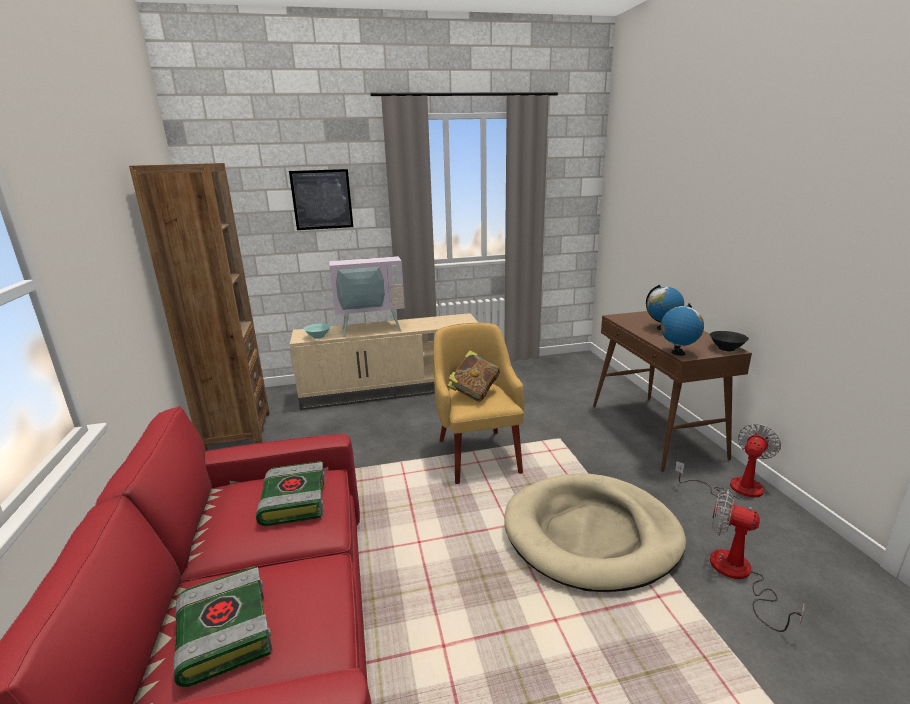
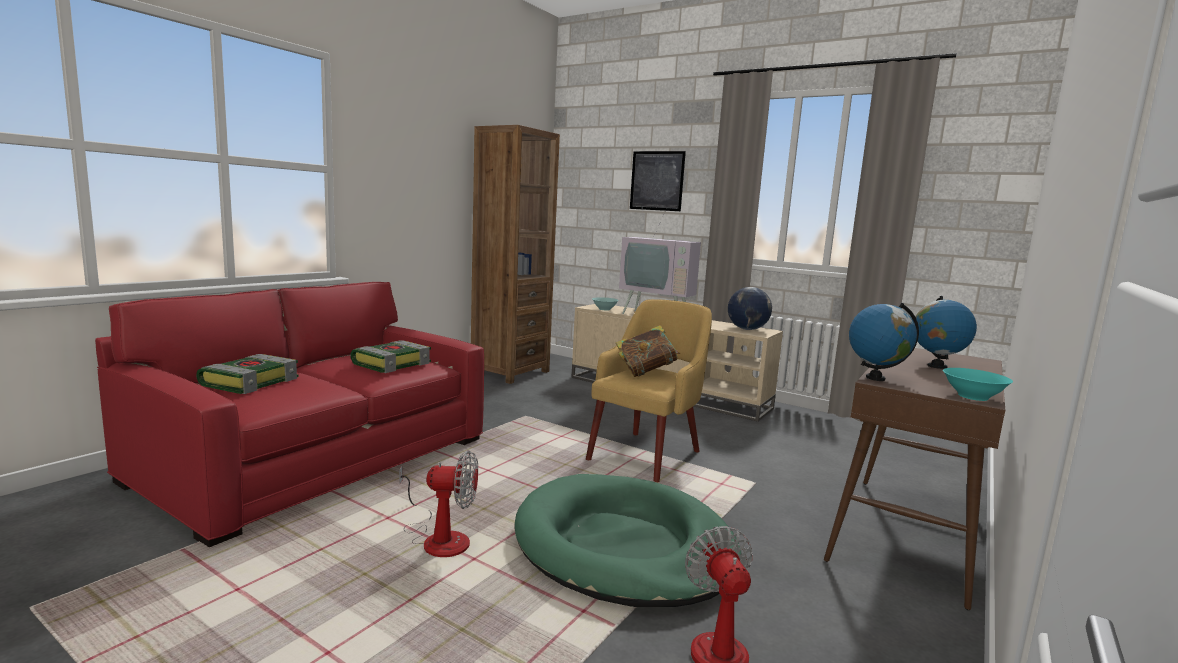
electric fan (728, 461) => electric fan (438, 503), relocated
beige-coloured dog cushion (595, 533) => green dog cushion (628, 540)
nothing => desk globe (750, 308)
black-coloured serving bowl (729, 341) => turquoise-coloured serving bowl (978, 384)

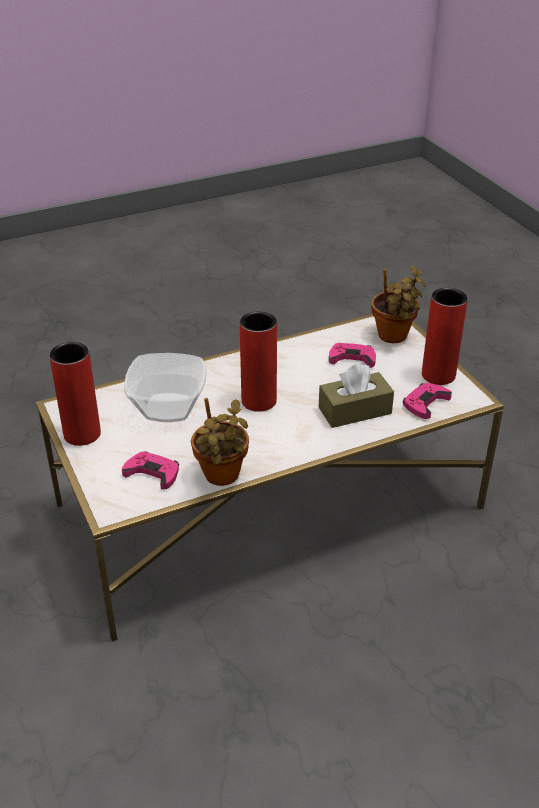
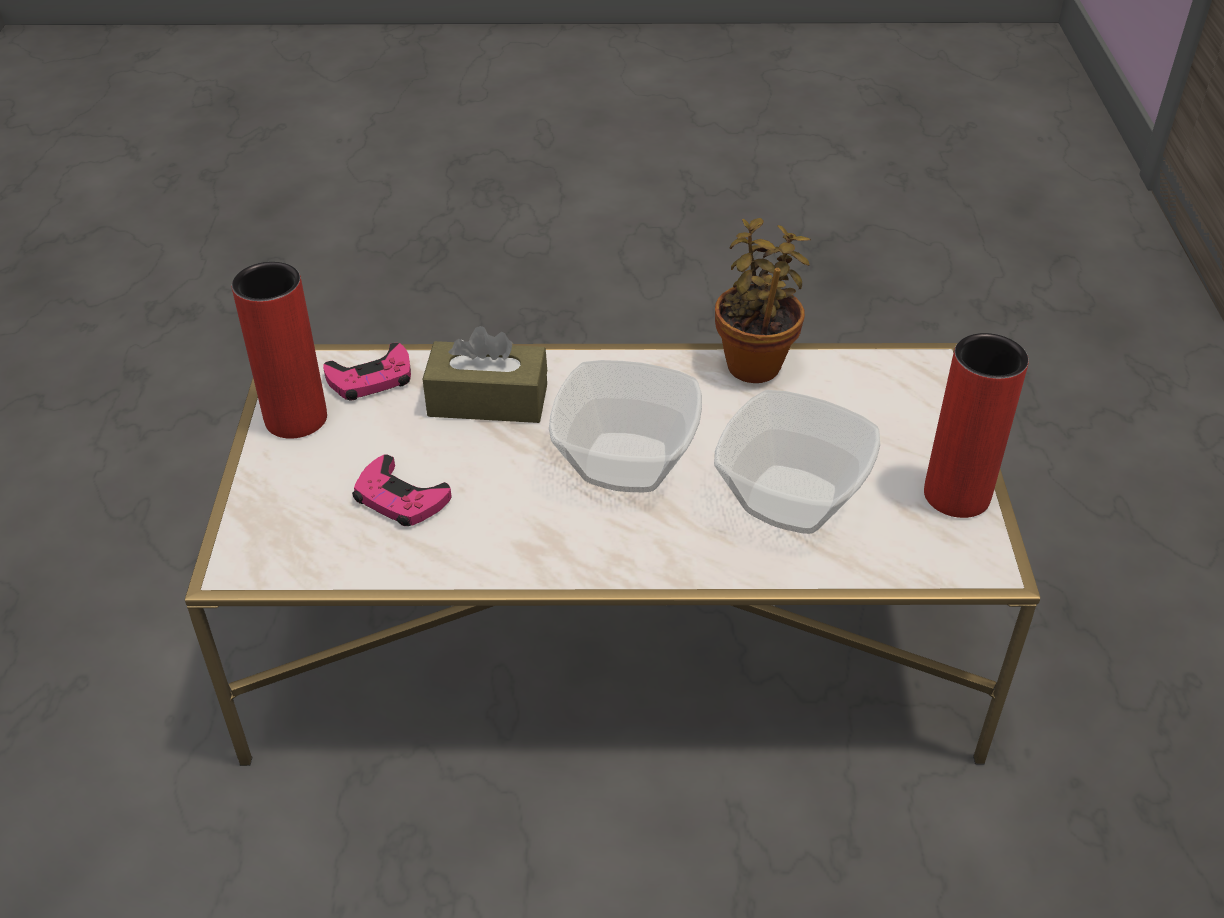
red vase (258, 361) => serving bowl (625, 426)
pink-coloured game controller (150, 470) => nothing
houseplant (398, 304) => nothing

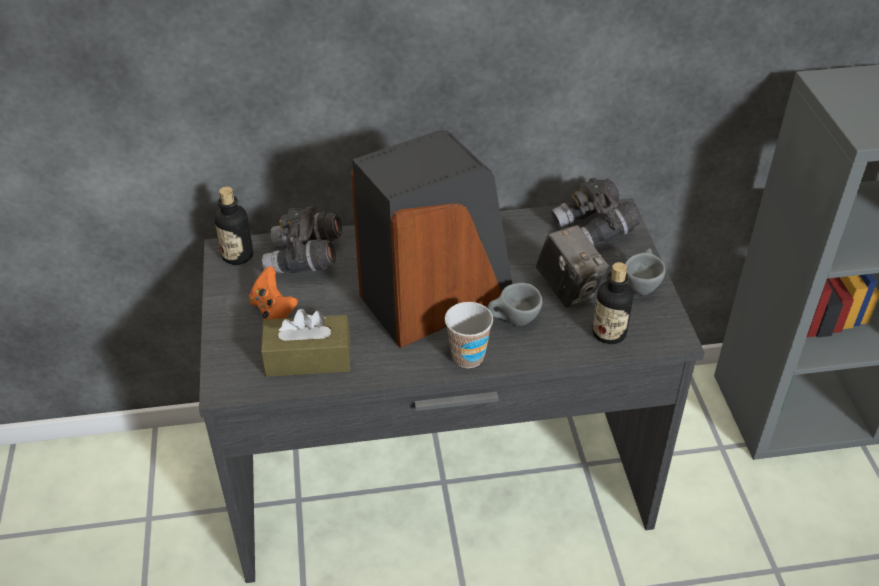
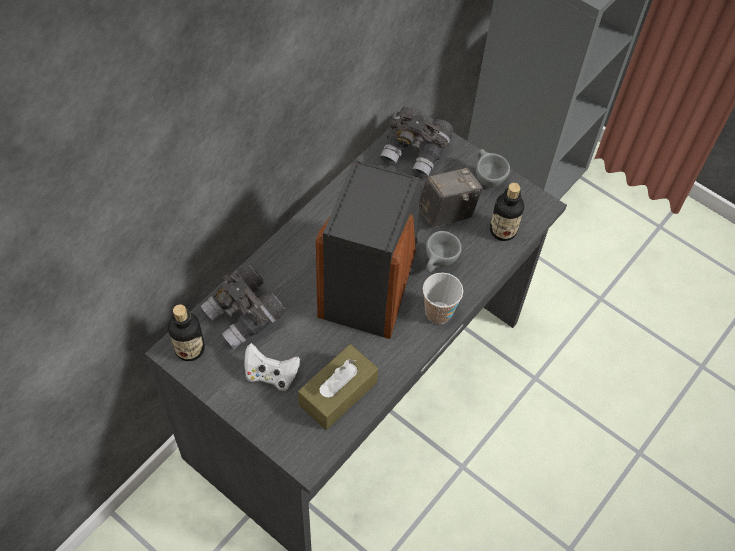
orangey game controller (273, 293) => white game controller (272, 367)
photo camera (572, 266) => photo camera (451, 197), 45 degrees counterclockwise

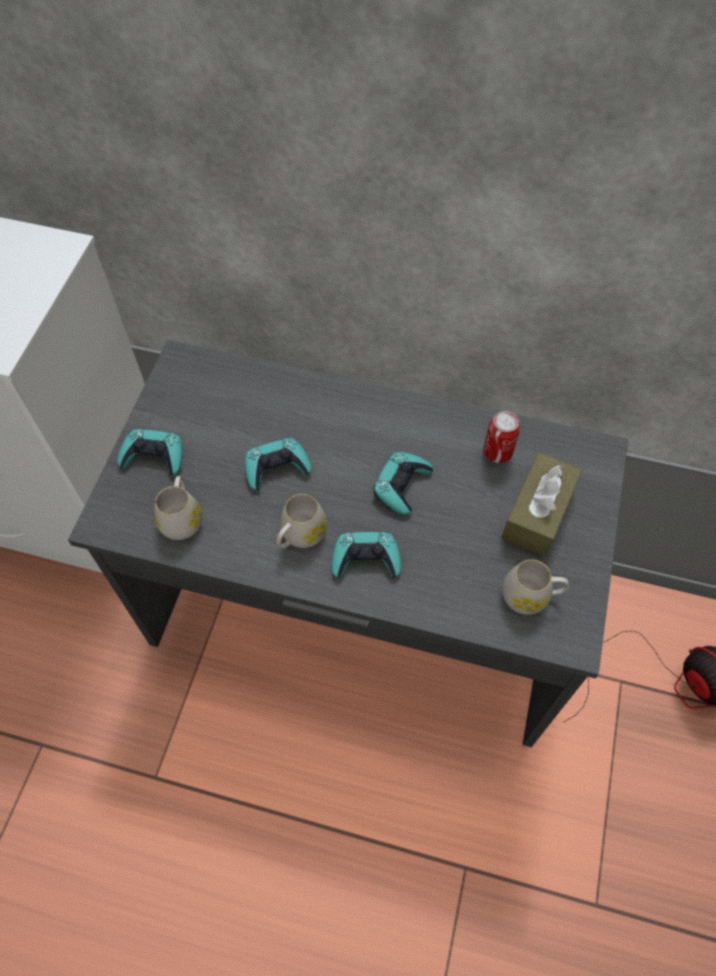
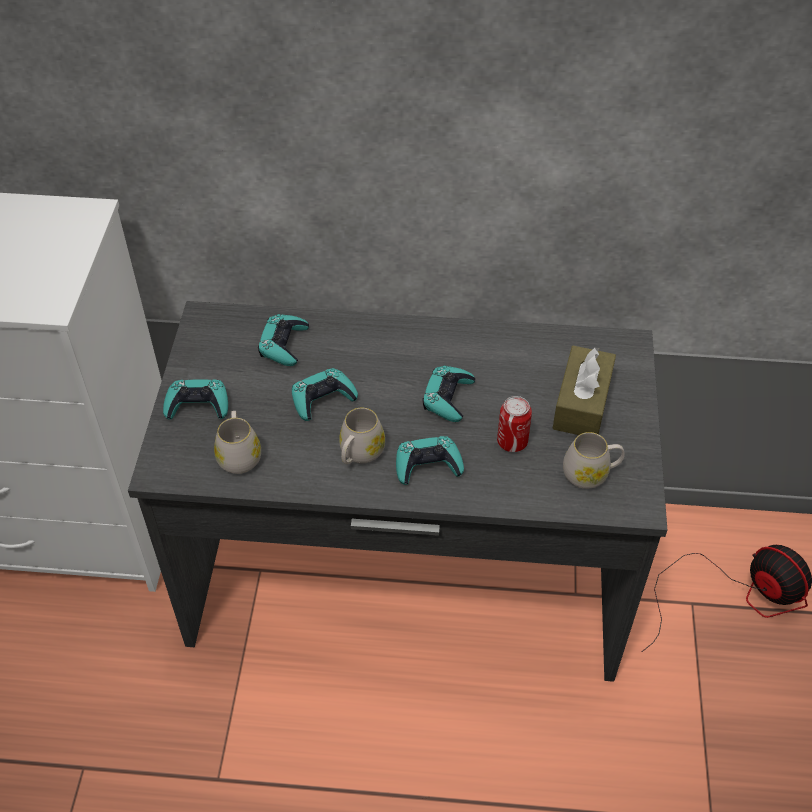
nothing => turquoise-coloured game controller (283, 340)
sealed can (501, 437) => sealed can (514, 424), relocated

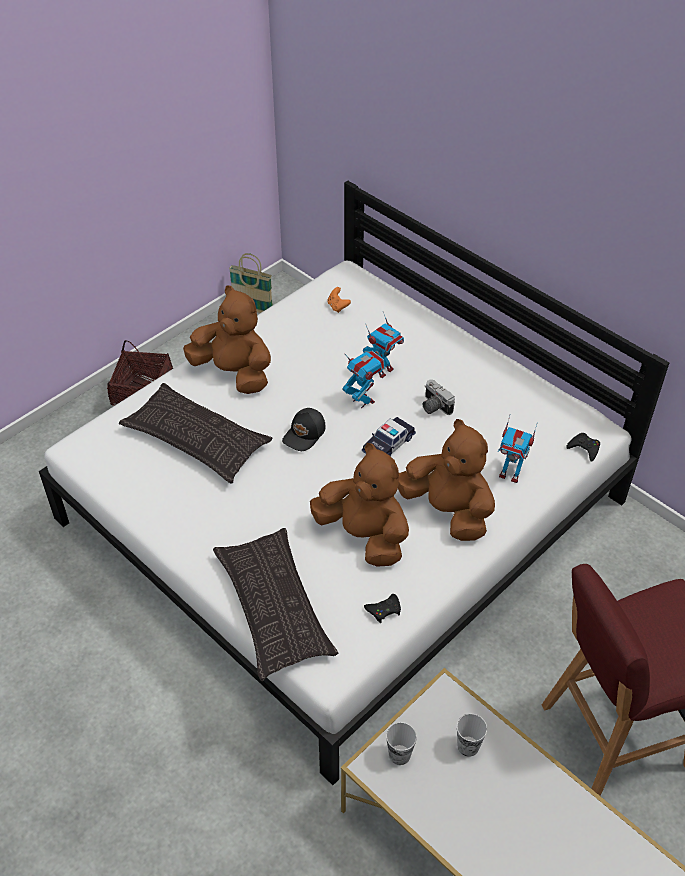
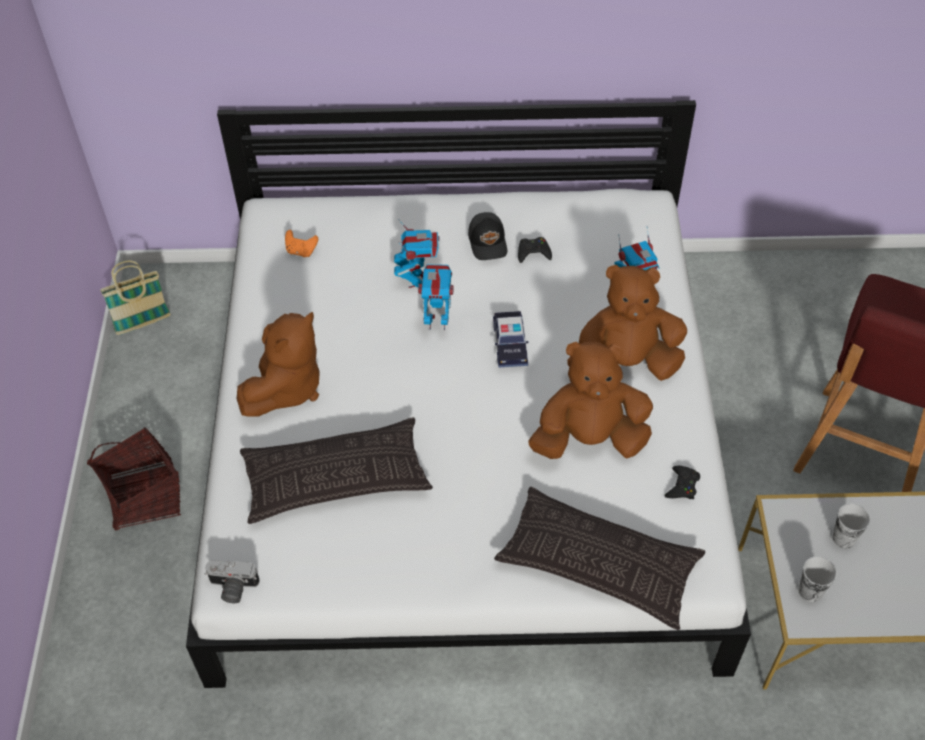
photo camera (438, 397) => photo camera (232, 581), relocated
brown-coloured cuddly toy (227, 339) => brown-coloured cuddly toy (278, 364), 135 degrees clockwise
black-coloured cap (304, 429) => black-coloured cap (487, 236), relocated
black-coloured game controller (583, 447) => black-coloured game controller (535, 250), relocated

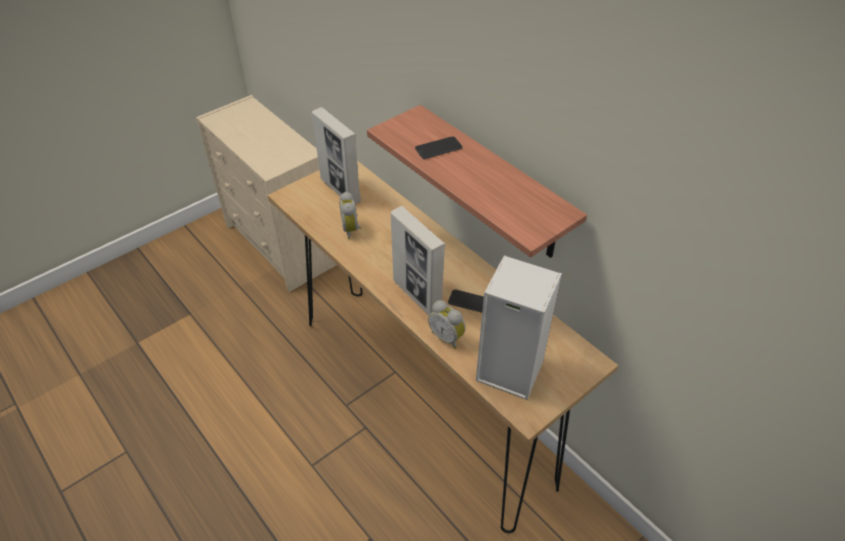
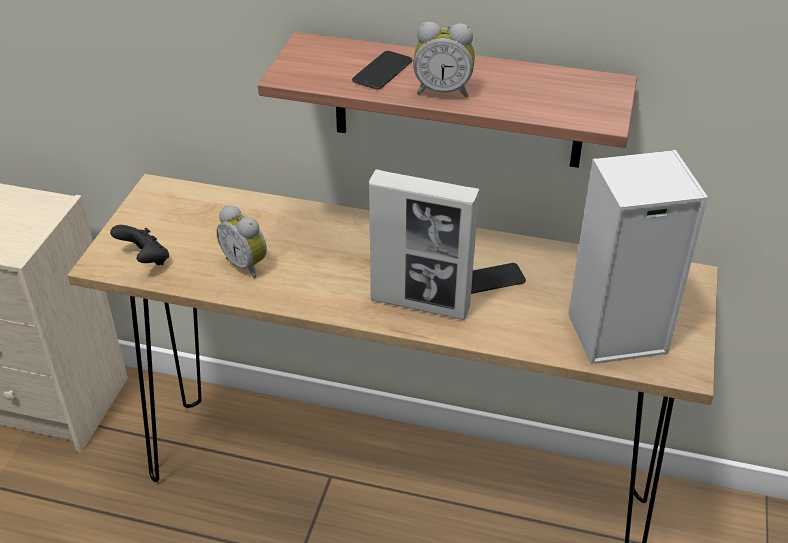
nothing => black-coloured game controller (139, 245)
table clock (447, 324) => table clock (444, 60), relocated
picture frame (336, 155) => nothing

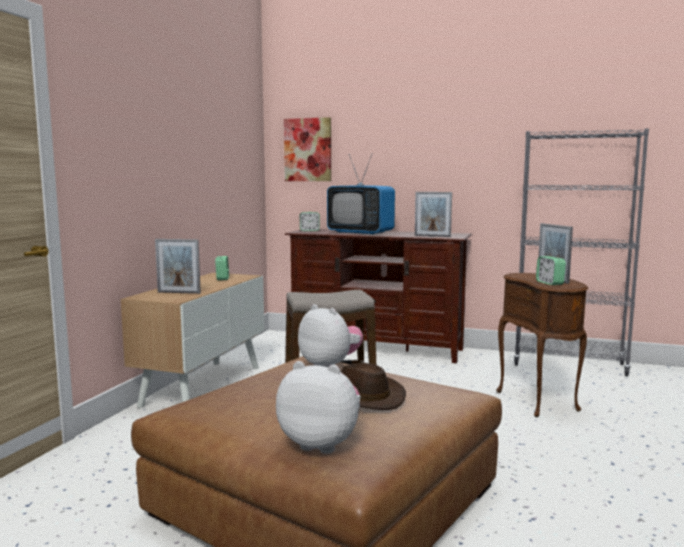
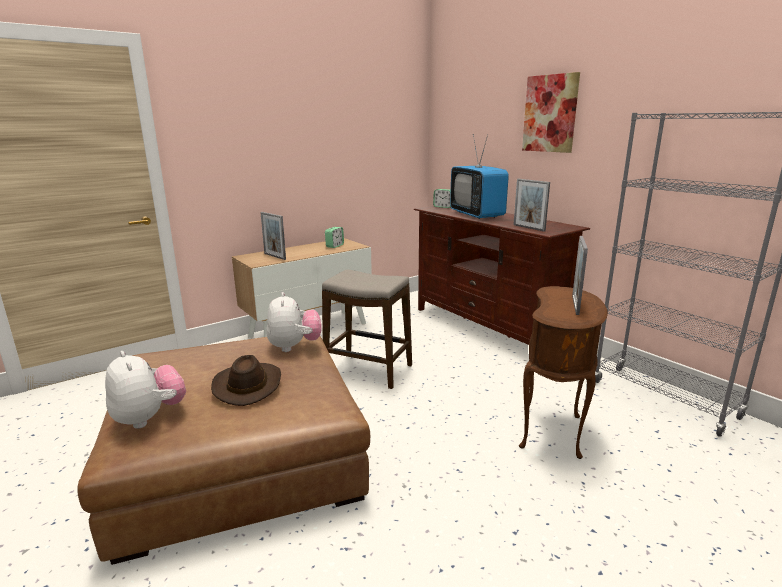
picture (307, 149) => picture (551, 112), relocated
table clock (551, 270) => nothing

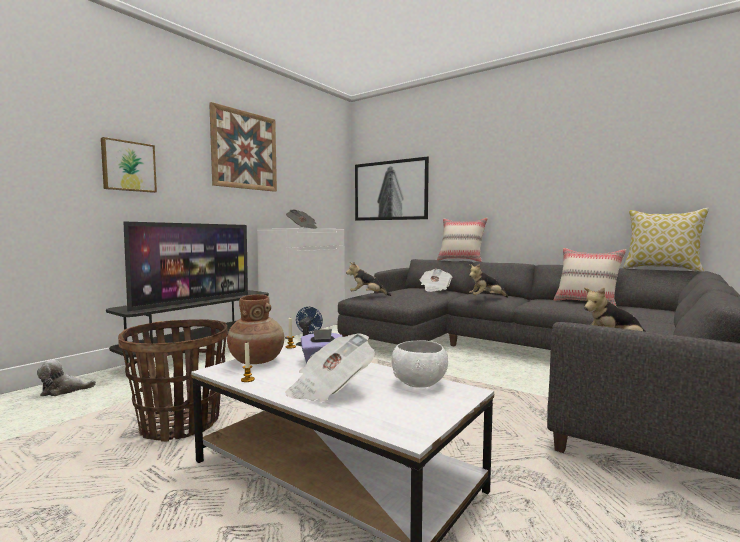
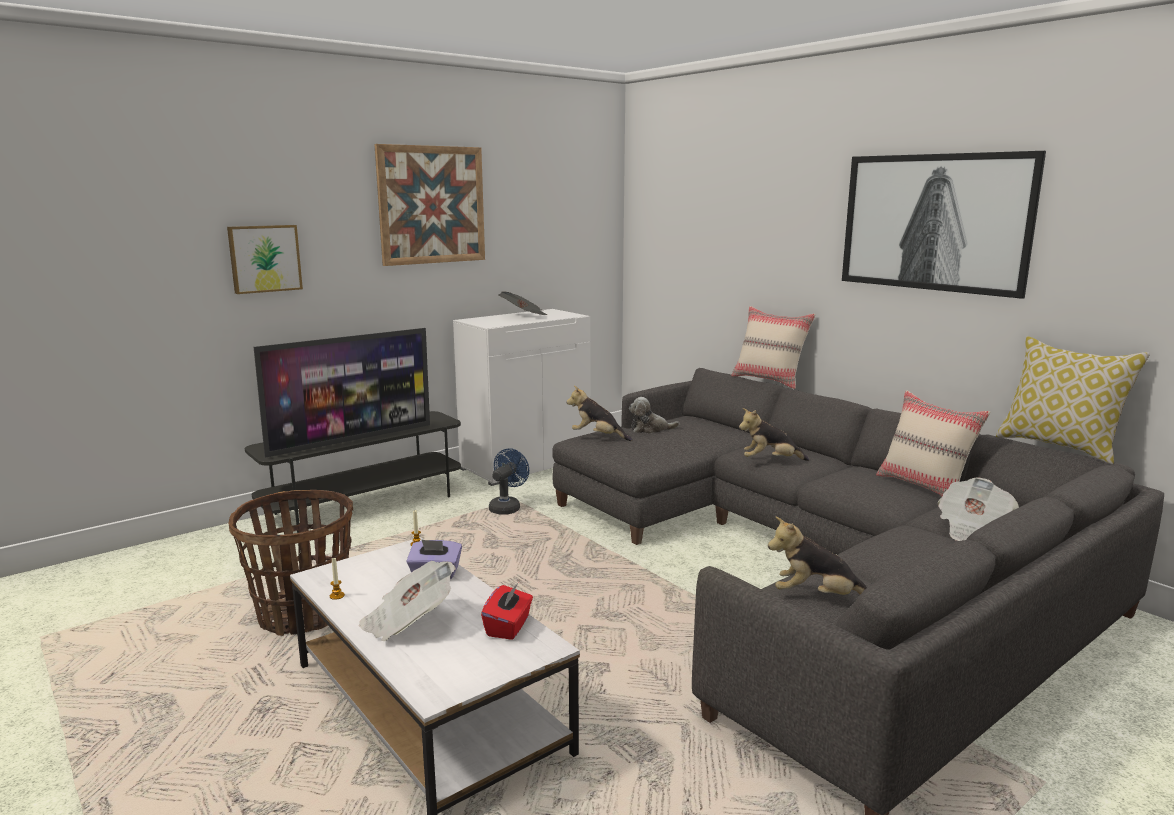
white serving bowl (419, 364) => red tissue holder (507, 611)
cuddly toy (66, 378) => cuddly toy (654, 415), relocated
picture (392, 189) => picture (944, 225), relocated
printed paper (436, 280) => printed paper (978, 509), relocated
brown-coloured vase (256, 329) => nothing

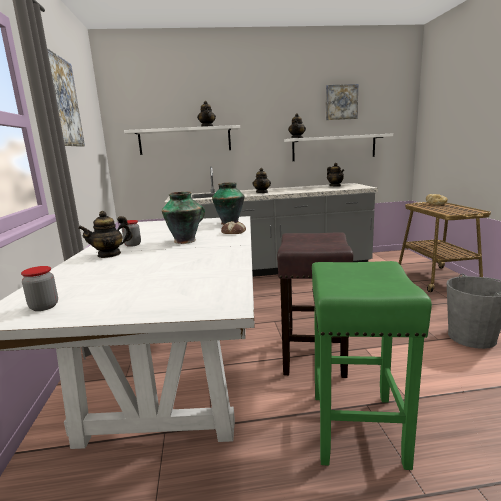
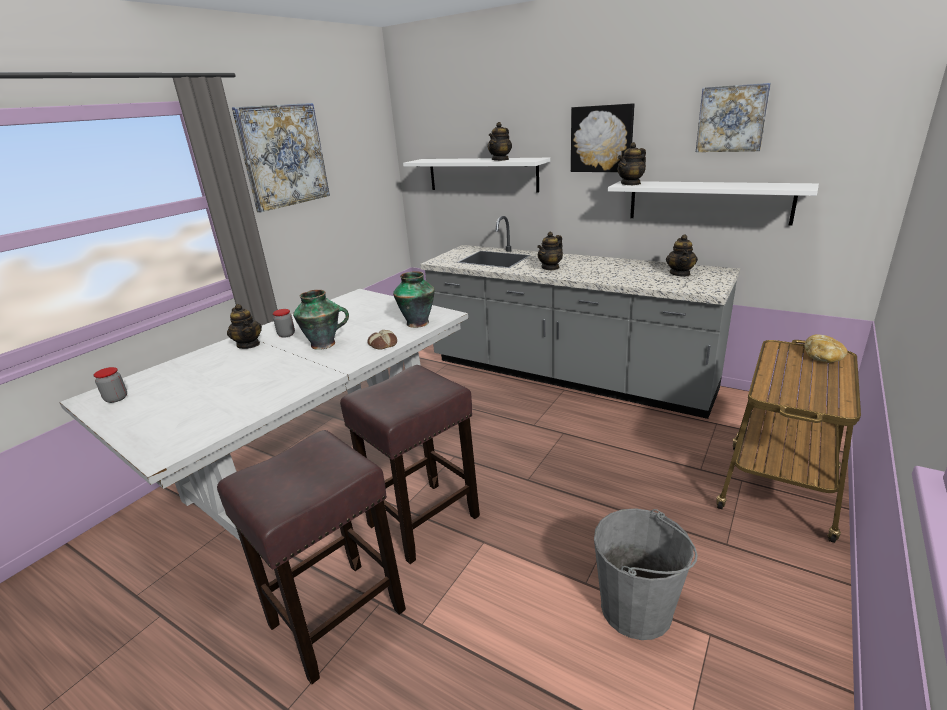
green stool (372, 365) => brown-coloured stool (311, 557)
tea pot (105, 234) => tea pot (244, 326), 135 degrees counterclockwise
nothing => picture (603, 137)

